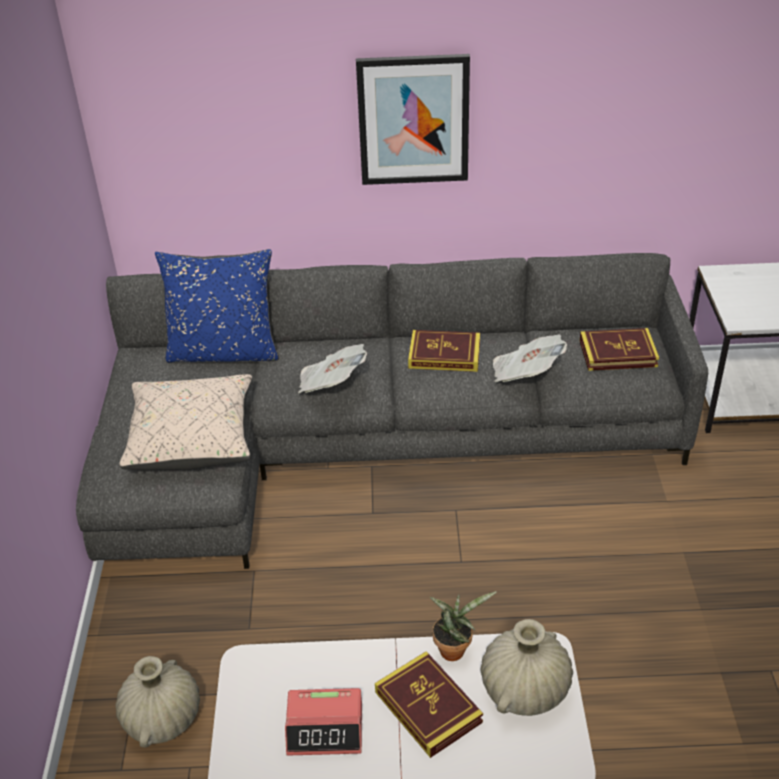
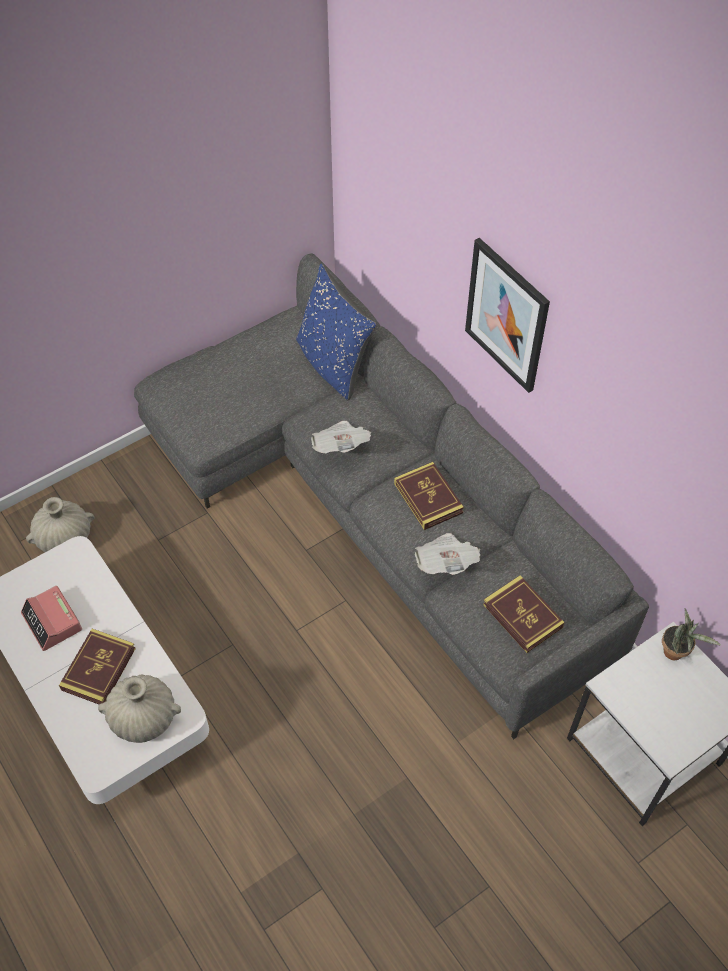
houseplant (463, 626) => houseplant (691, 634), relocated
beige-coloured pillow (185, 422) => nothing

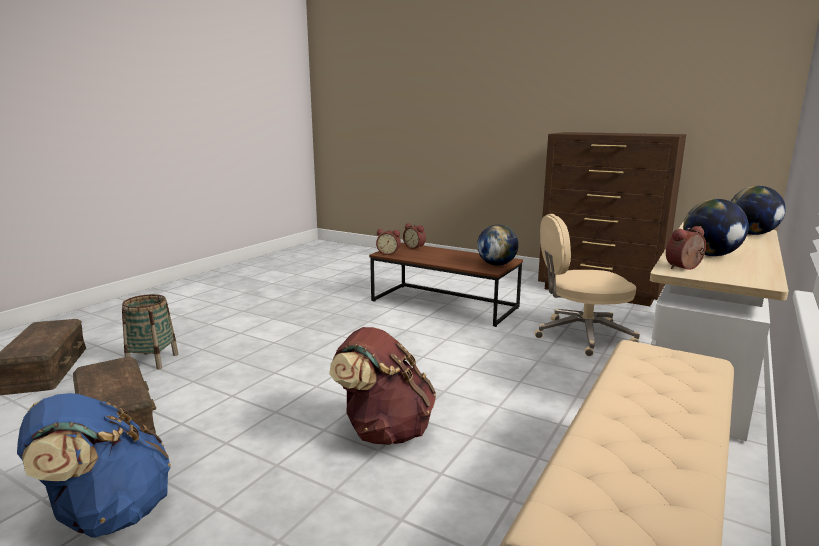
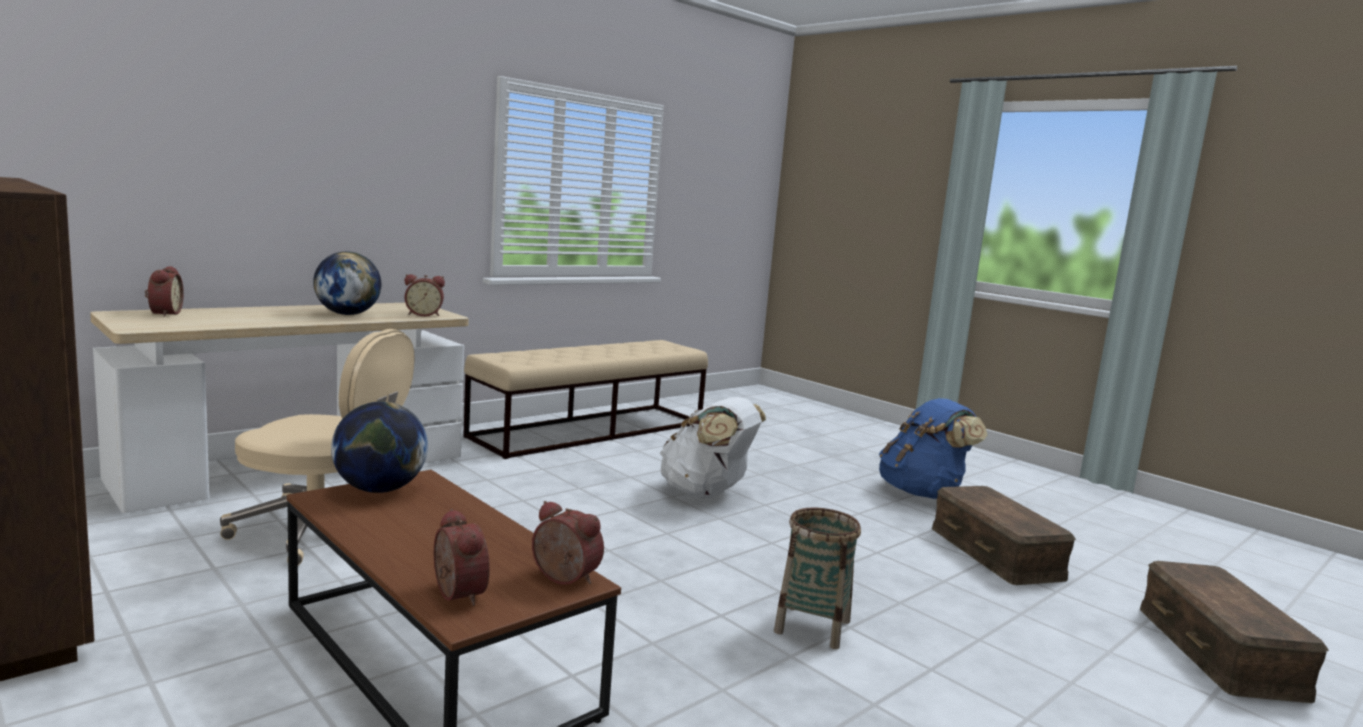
desk globe (758, 210) => table clock (164, 291)
brown-coloured backpack (382, 386) => white backpack (713, 447)
household basket (150, 332) => household basket (817, 578), relocated

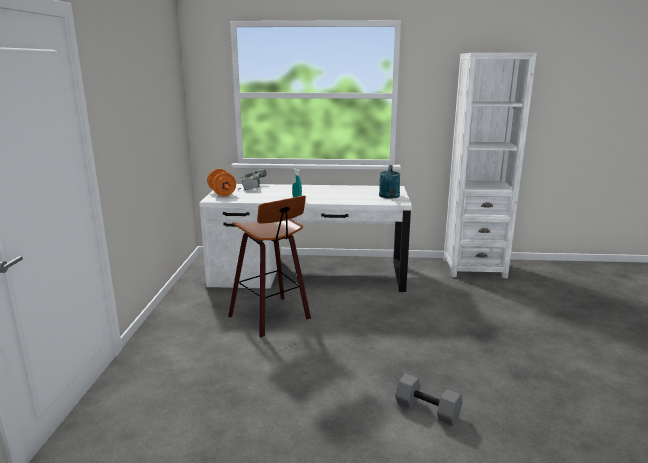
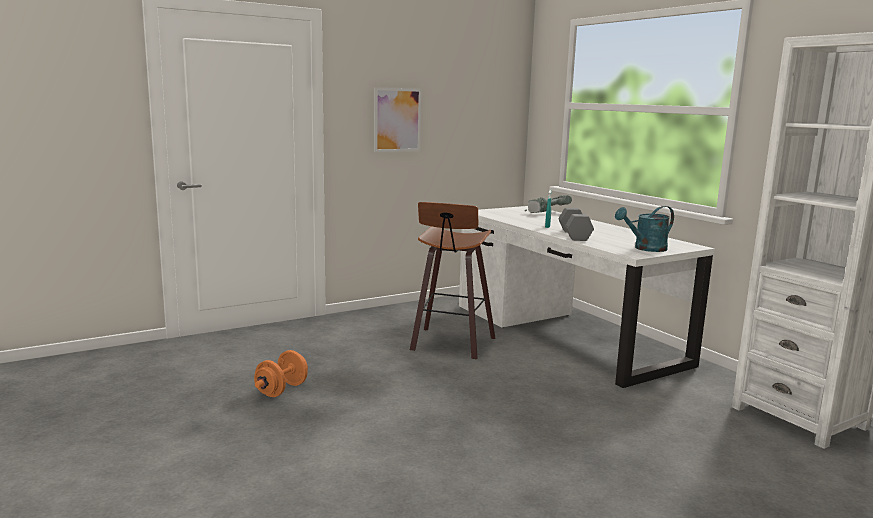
orangey dumbbell (221, 182) => orangey dumbbell (281, 373), relocated
nothing => picture (398, 119)
gray dumbbell (429, 400) => gray dumbbell (576, 224), relocated

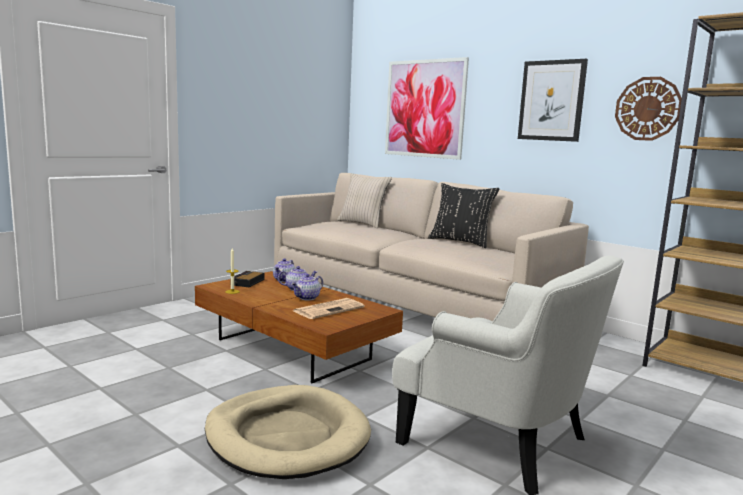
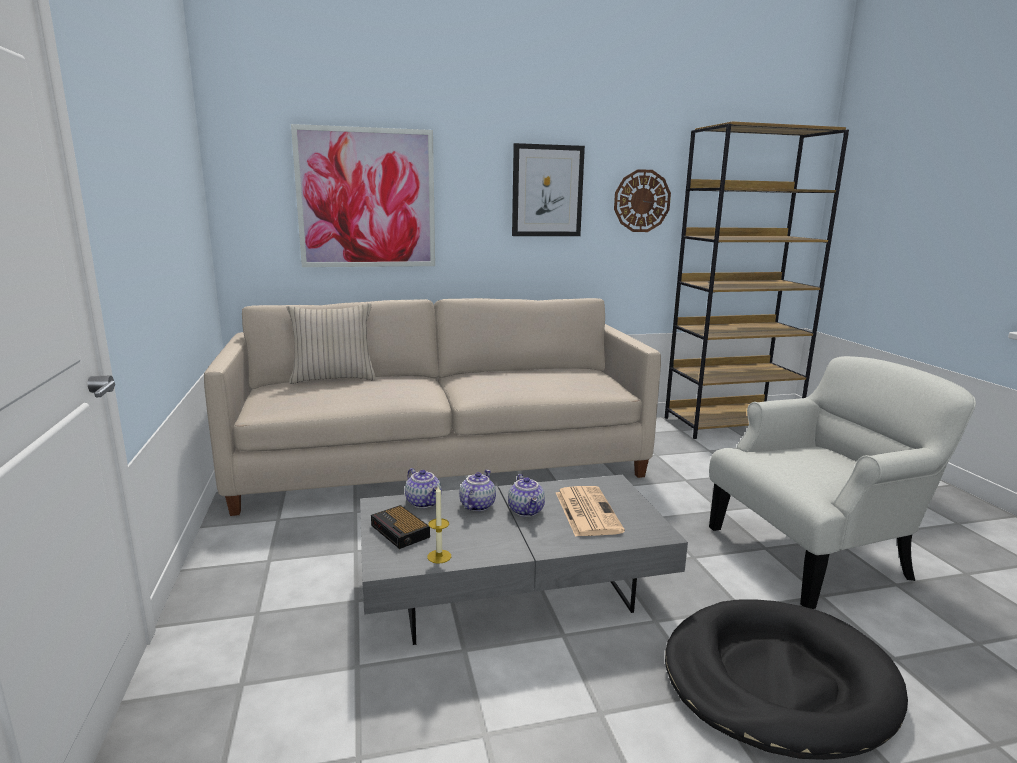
brown-coloured lounge table (299, 327) => gray lounge table (524, 560)
beige-coloured dog cushion (288, 432) => black-coloured dog cushion (786, 680)
black-coloured pillow (463, 215) => nothing

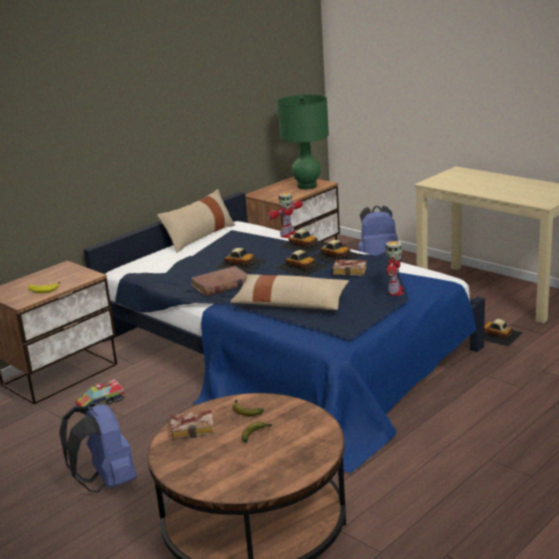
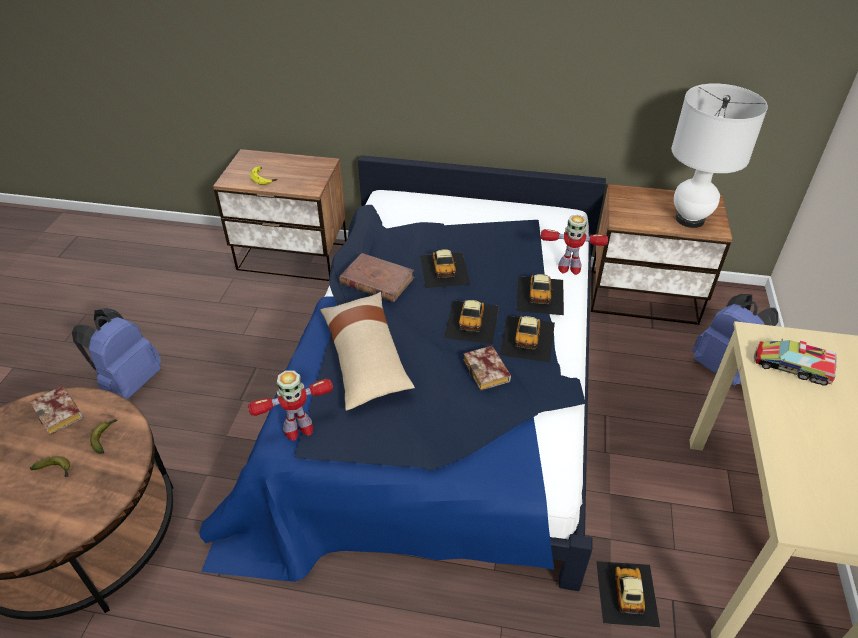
toy robot (394, 268) => toy robot (290, 405), relocated
green tabletop lamp (303, 141) => white tabletop lamp (719, 155)
toy lorry (100, 394) => toy lorry (795, 362), relocated
beige-coloured pillow (196, 221) => nothing

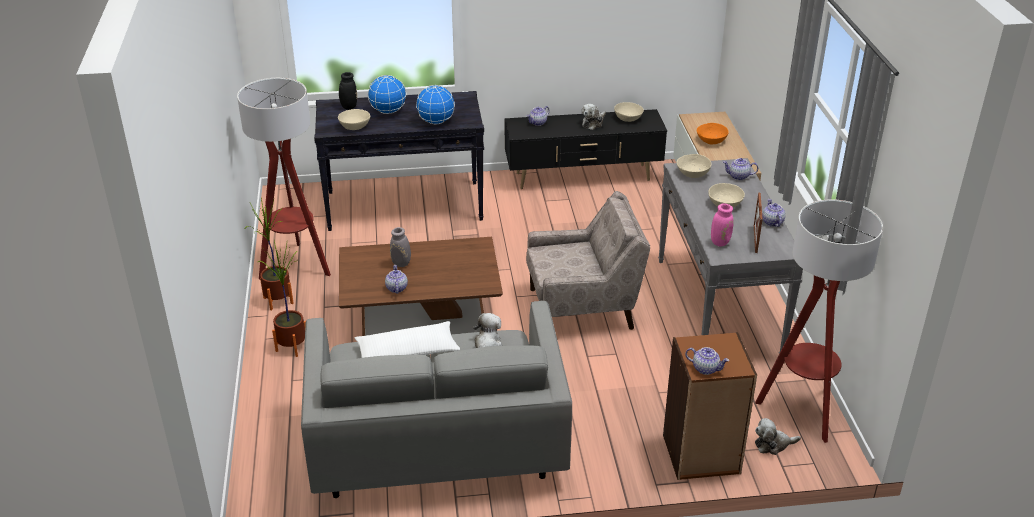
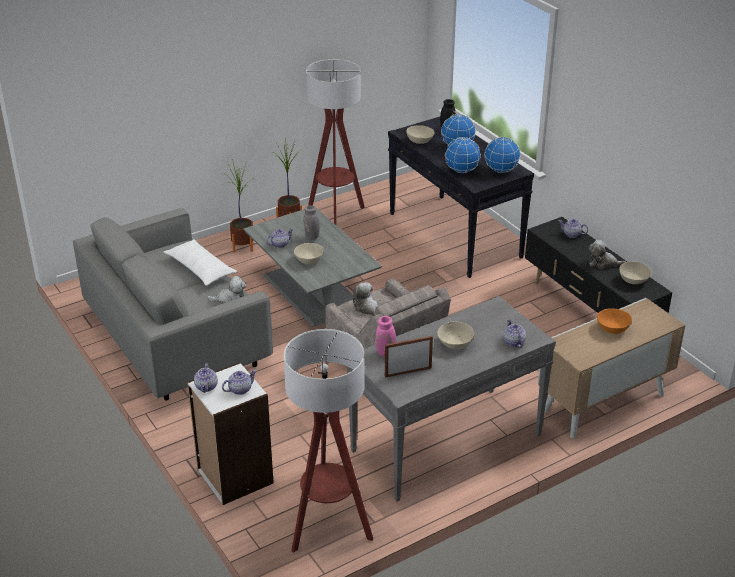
brown-coloured bookshelf (710, 406) => white bookshelf (230, 433)
tea pot (774, 213) => tea pot (239, 382), relocated
brown-coloured lounge table (421, 286) => gray lounge table (313, 267)
beige-coloured serving bowl (694, 166) => beige-coloured serving bowl (309, 253), relocated
cuddly toy (778, 436) => cuddly toy (365, 299), relocated
nothing => desk globe (502, 155)

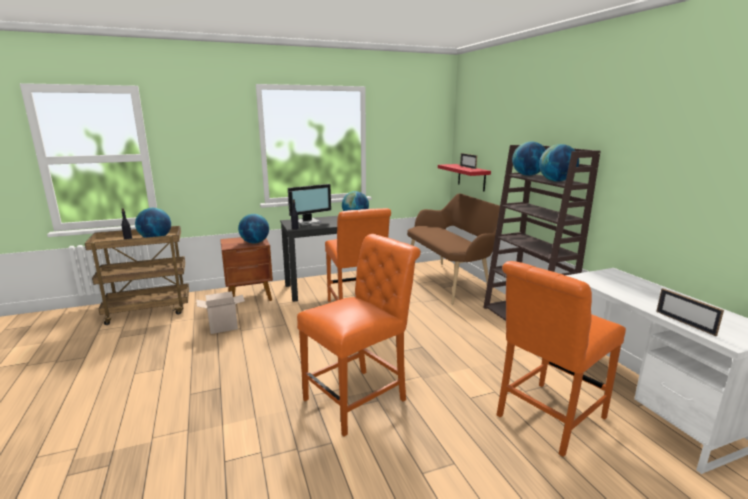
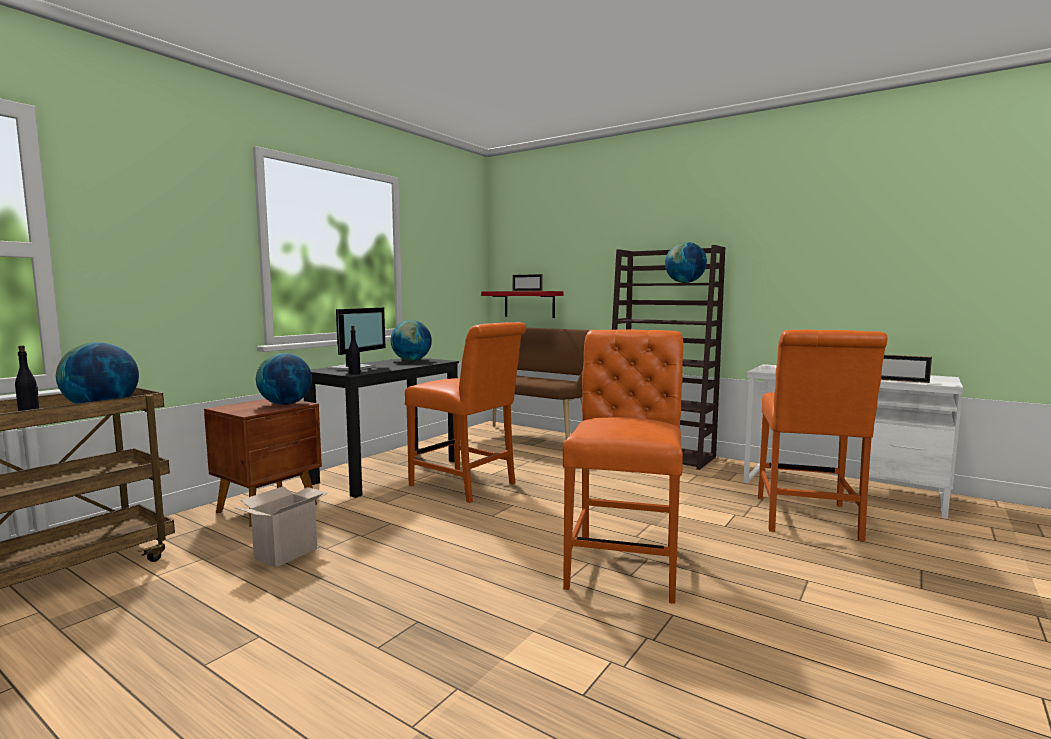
desk globe (529, 158) => nothing

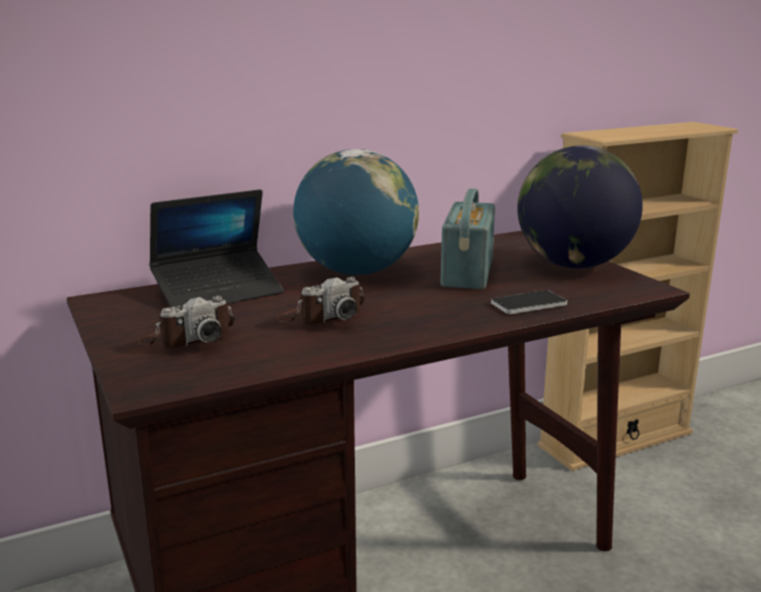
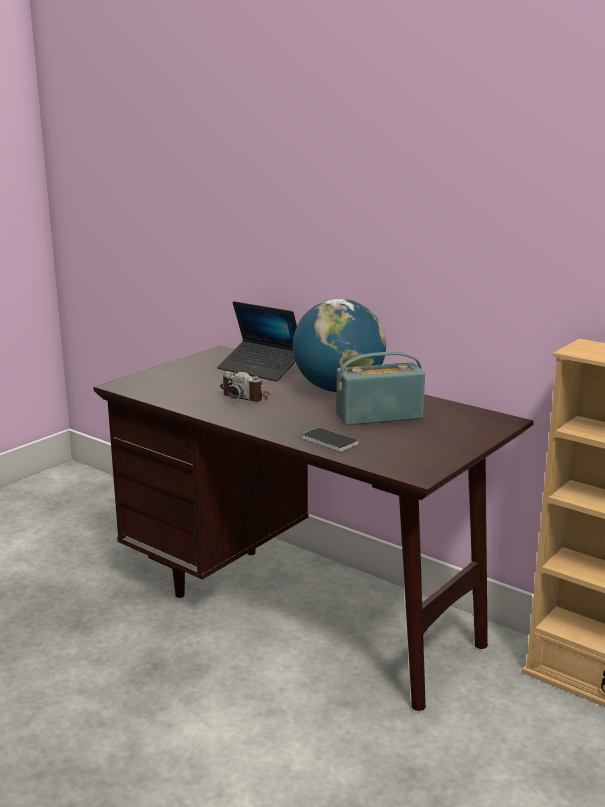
photo camera (186, 322) => nothing
desk globe (580, 206) => nothing

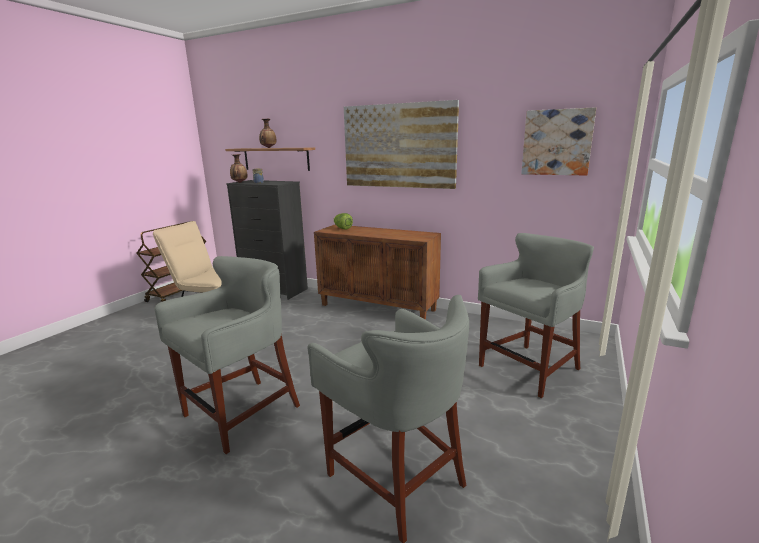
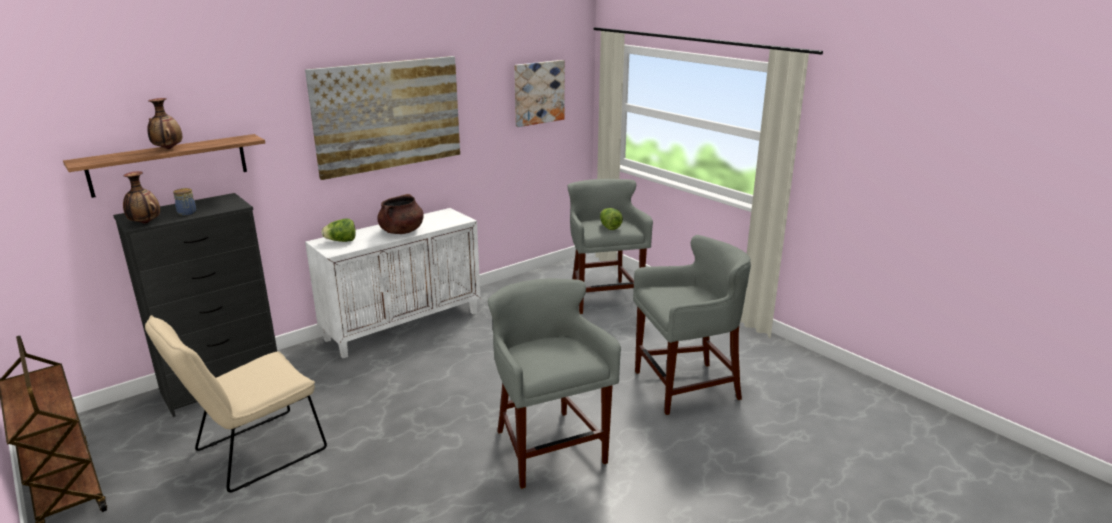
brown-coloured cupboard (377, 272) => white cupboard (393, 283)
nothing => brown-coloured cooking pot (400, 214)
nothing => head of lettuce (611, 219)

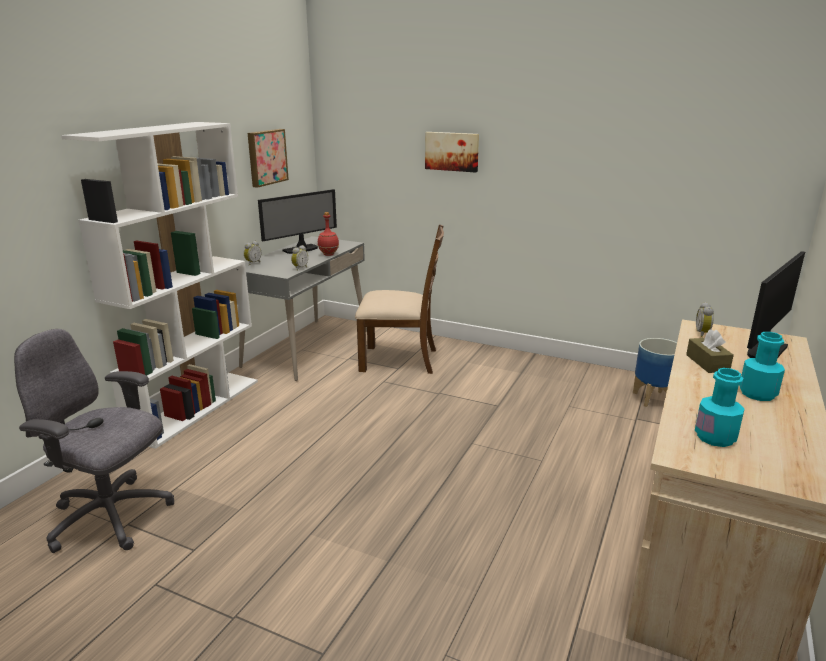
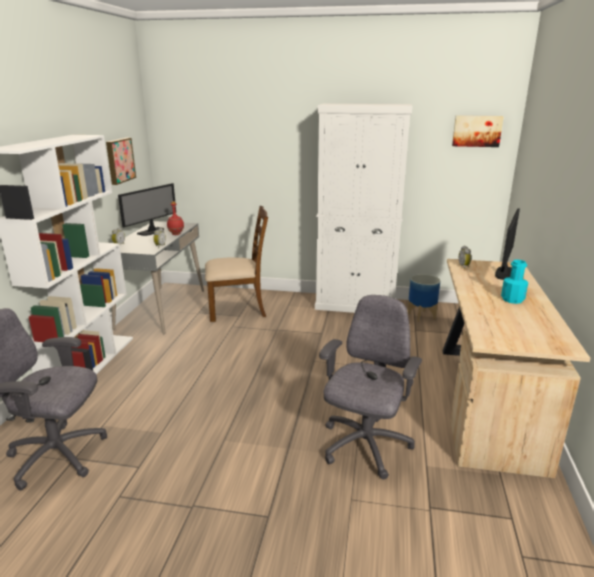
nothing => white cupboard (363, 208)
nothing => gray desk chair (370, 387)
picture (452, 152) => picture (478, 131), relocated
brown-coloured tissue holder (710, 351) => nothing
turquoise-coloured bottle (720, 407) => nothing

